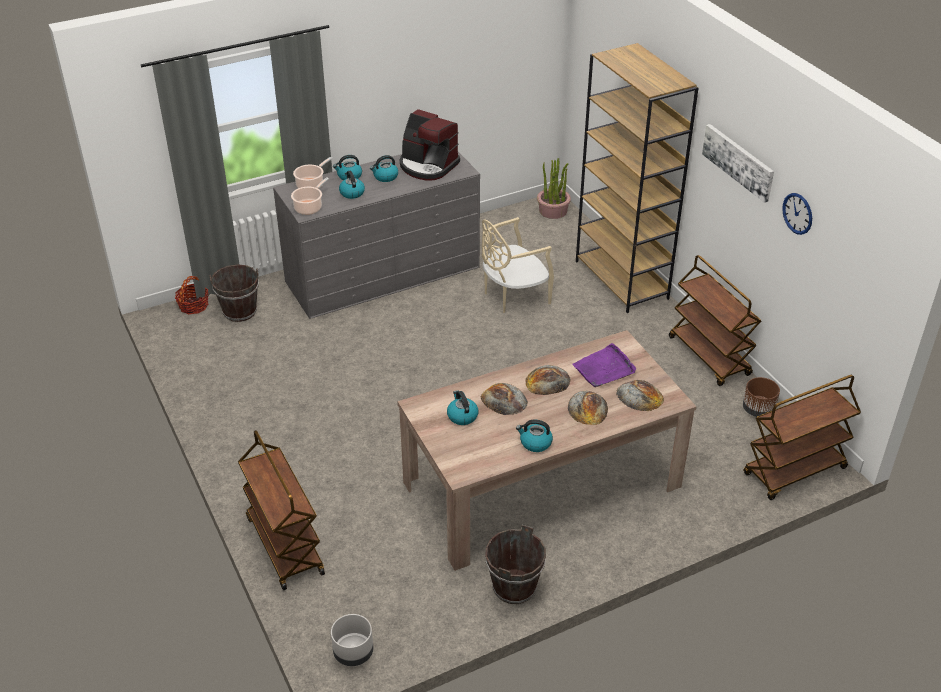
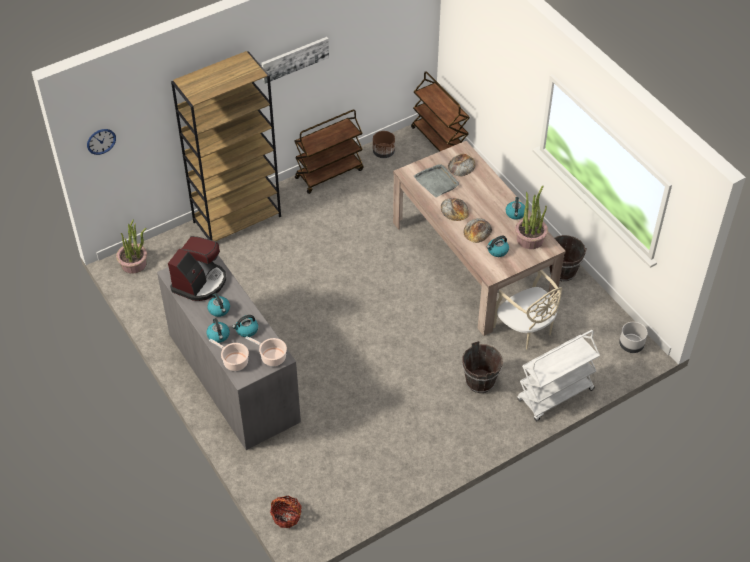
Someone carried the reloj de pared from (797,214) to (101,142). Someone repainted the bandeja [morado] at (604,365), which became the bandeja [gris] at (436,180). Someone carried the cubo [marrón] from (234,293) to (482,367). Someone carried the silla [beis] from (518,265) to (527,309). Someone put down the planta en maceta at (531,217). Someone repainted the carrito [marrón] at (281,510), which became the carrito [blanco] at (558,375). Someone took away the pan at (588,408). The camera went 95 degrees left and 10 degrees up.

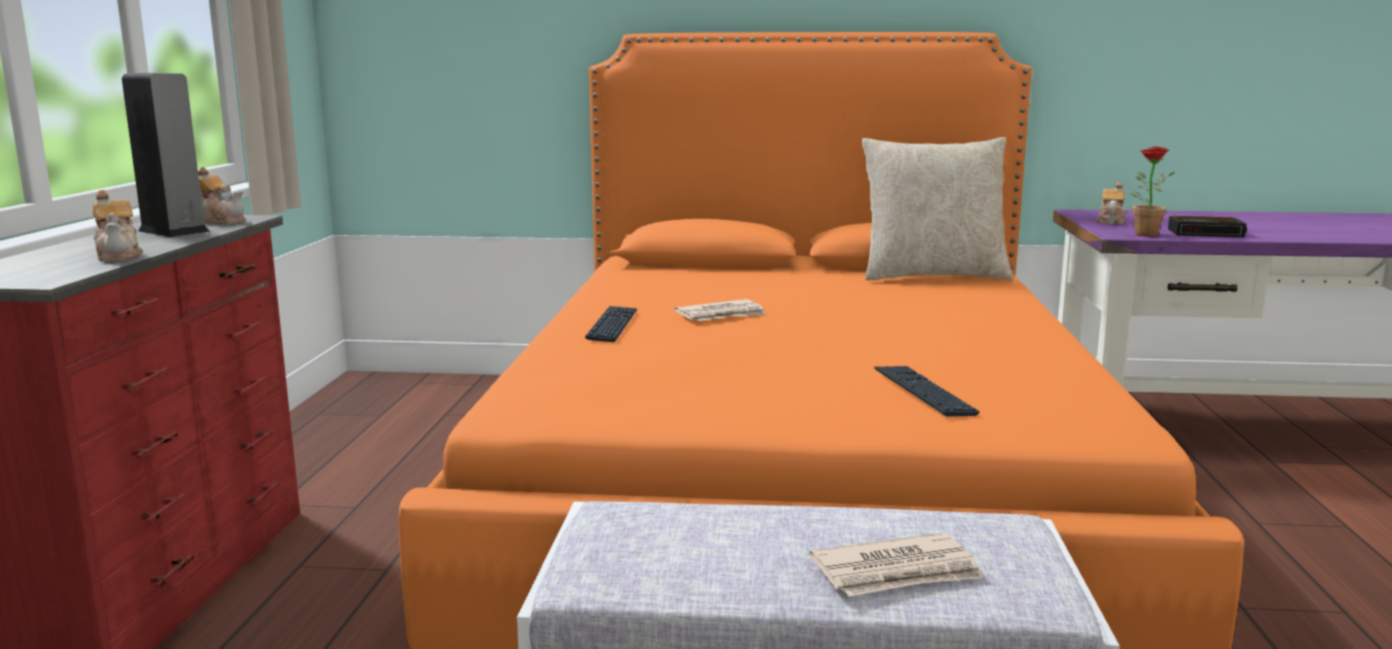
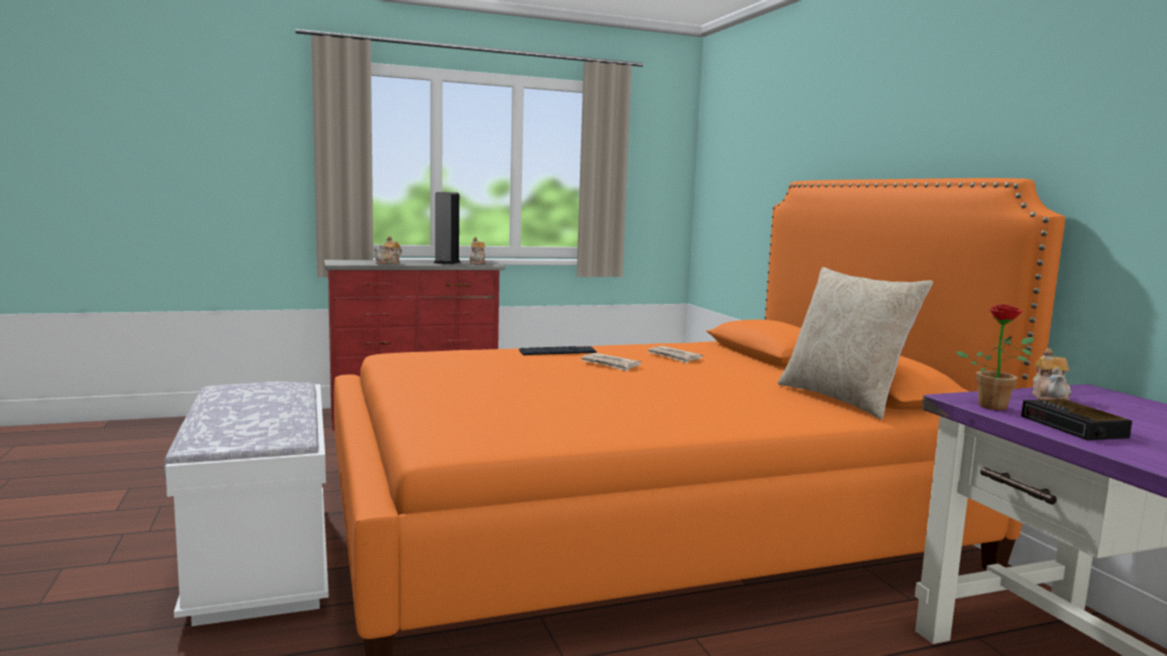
Someone carried the periódico from (897,565) to (675,354). Someone rotated the tetera at (1110,203) by 105 degrees clockwise. Someone took away the teclado at (927,391). The camera went 65 degrees right and 5 degrees down.

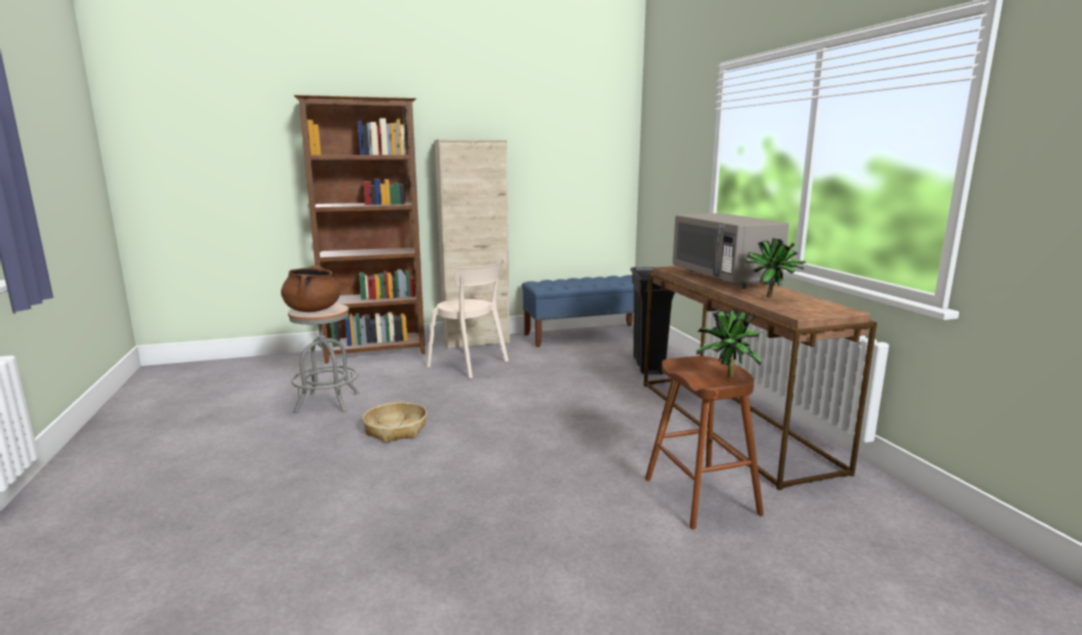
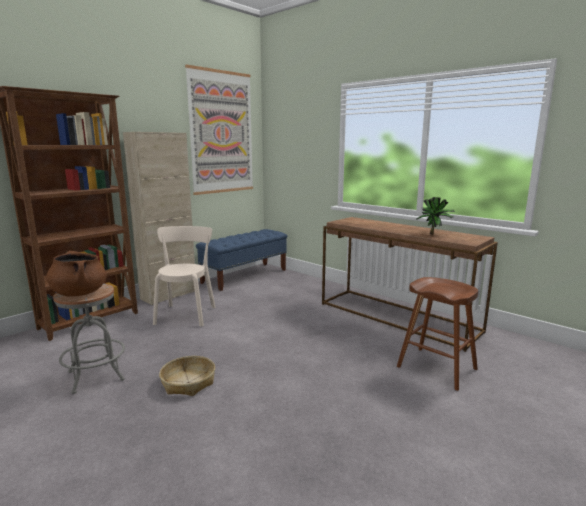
Someone rotated the silla [beis] at (467,318) by 90 degrees counterclockwise. Someone put up the cuadro at (219,129). Someone took away the papelera [negro] at (652,321). Someone took away the microondas [gris] at (731,250). Someone took away the planta en maceta at (729,344). The camera went 30 degrees left and 0 degrees up.

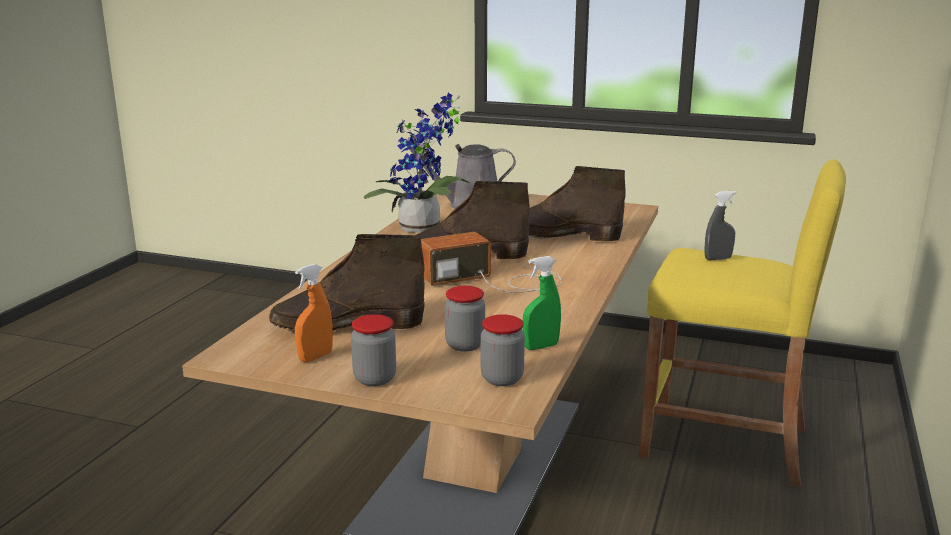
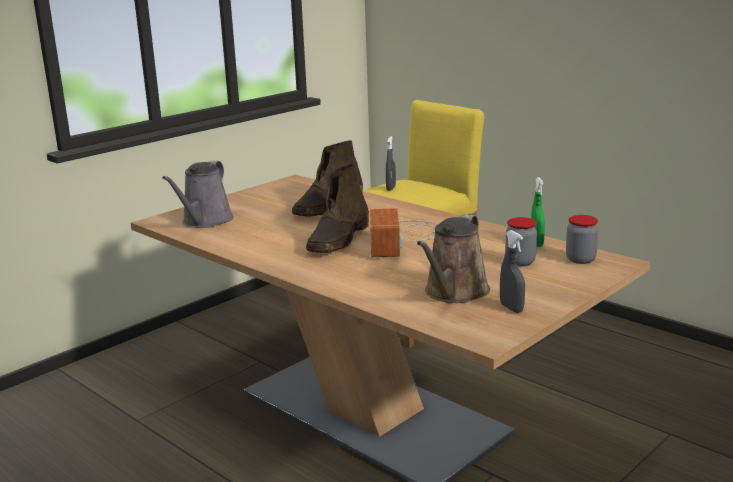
Someone swapped the bota [marrón] at (347,282) for the regadera [marrón] at (453,258). Someone repainted the pulverizador [naranja] at (314,313), which became the pulverizador [gris] at (512,271). Someone took away the tarro at (373,350). Someone took away the planta en maceta at (417,163). The camera went 65 degrees left and 0 degrees up.

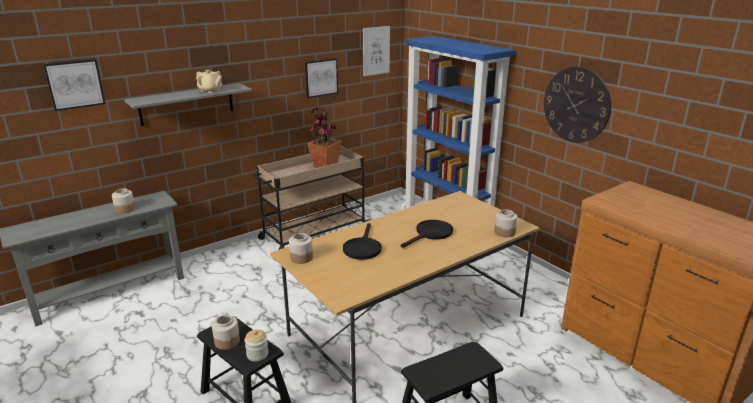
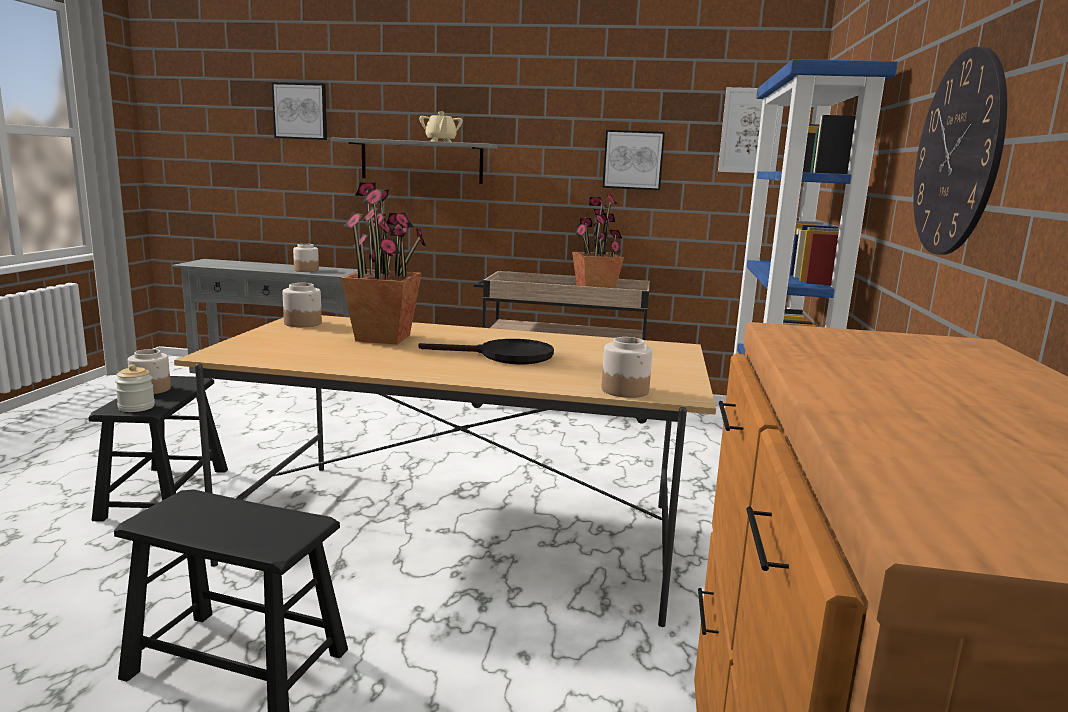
Someone swapped the sartén [negro] at (362,241) for the planta en maceta at (383,263). The camera went 45 degrees right and 10 degrees down.

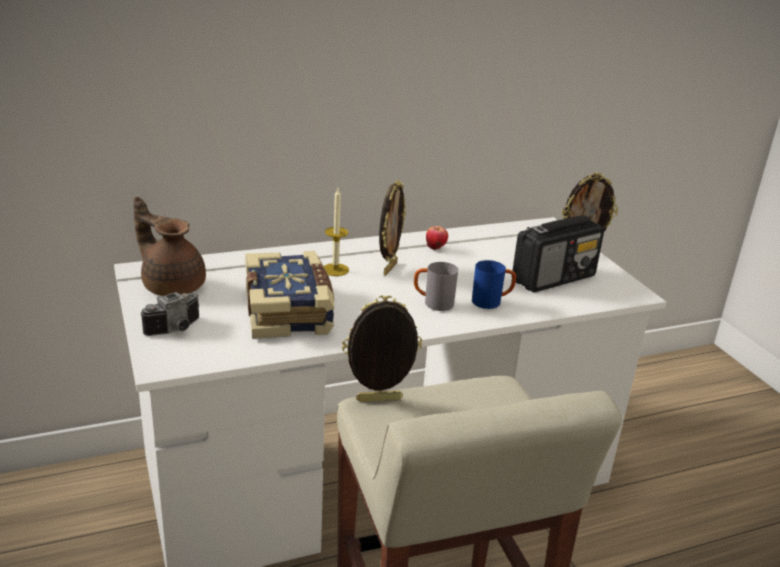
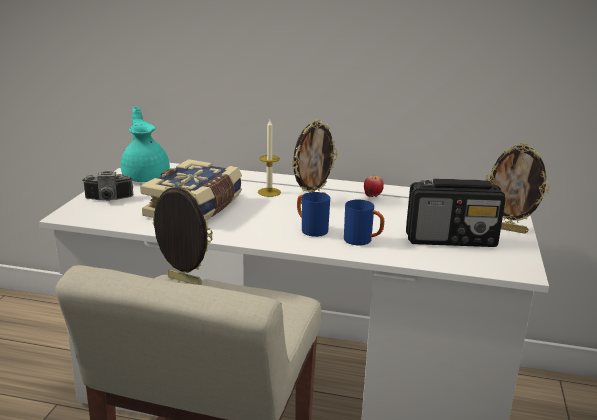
Someone repainted the tetera [marrón] at (169,246), which became the tetera [turquesa] at (145,144). Someone repainted the taza grande [gris] at (436,286), which became the taza grande [azul] at (313,214). The camera went 35 degrees right and 5 degrees down.

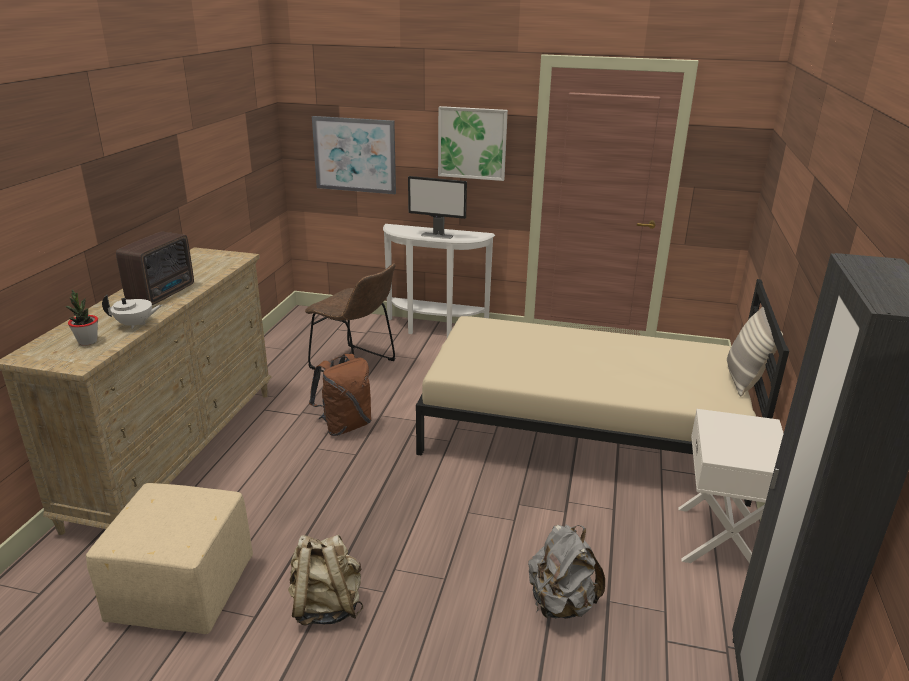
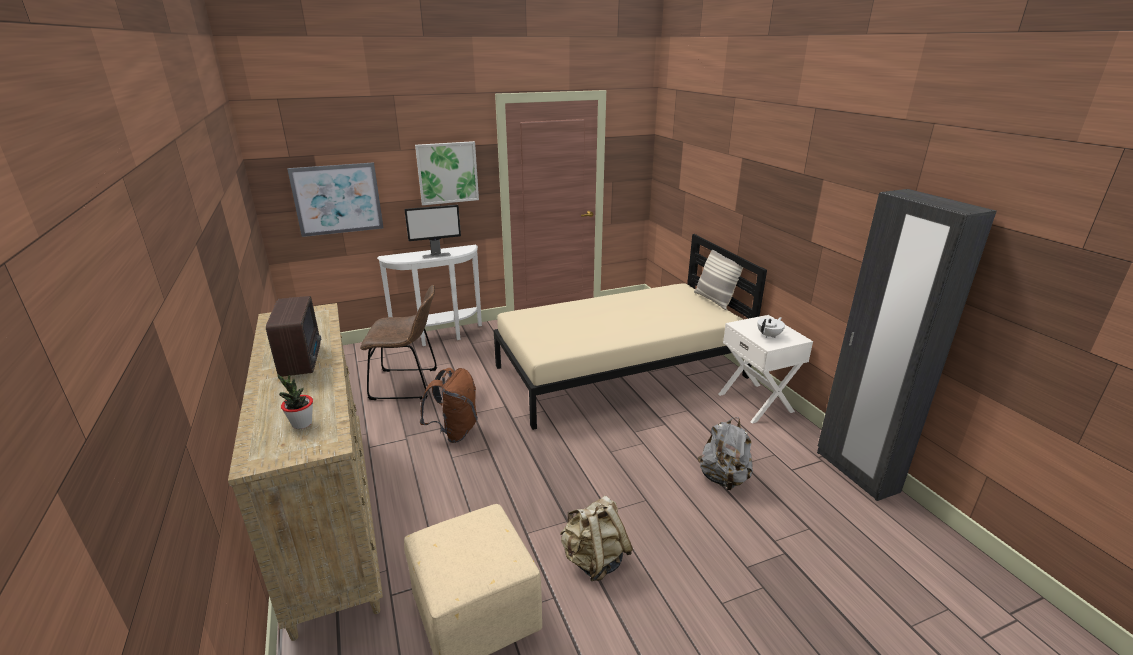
Someone carried the tetera [blanco] from (132,312) to (771,327). The camera went 35 degrees left and 0 degrees up.

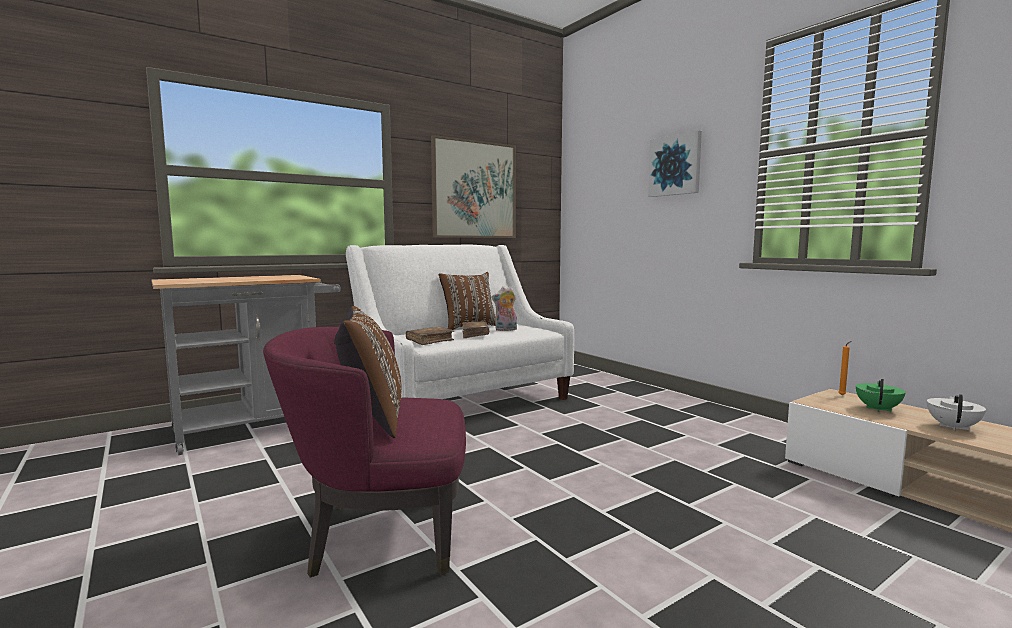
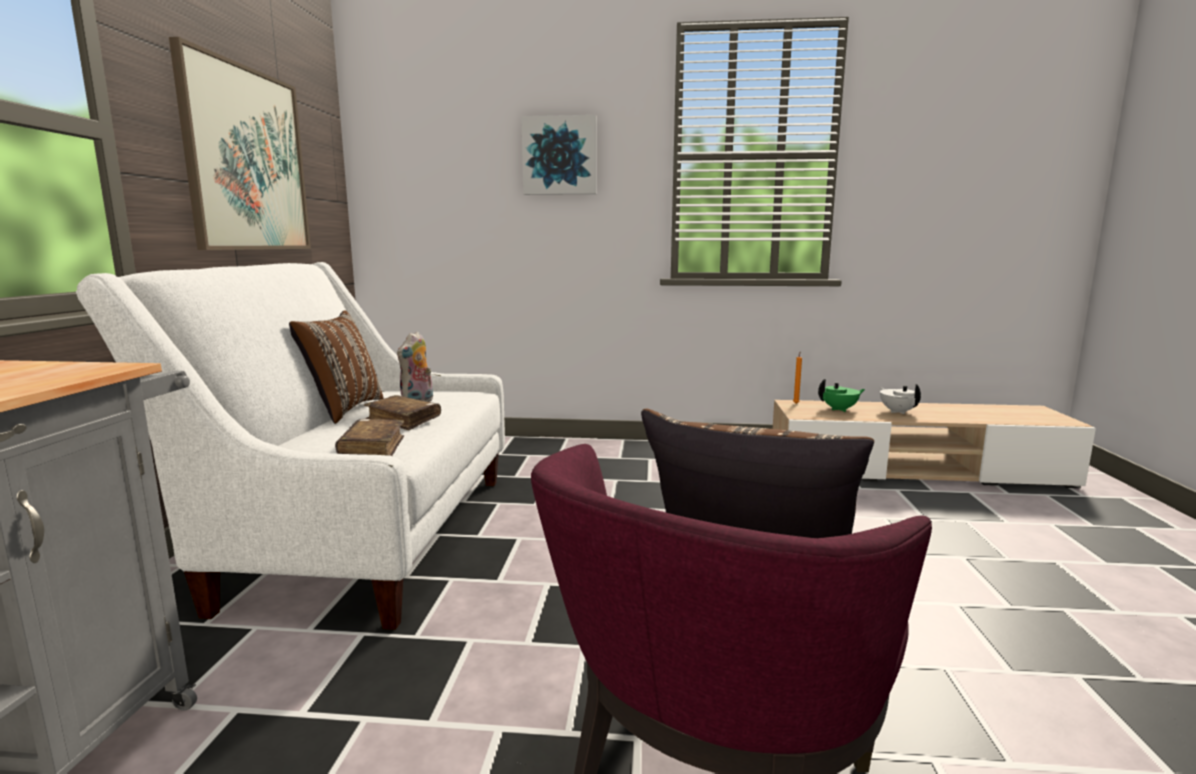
Someone rotated the tetera [verde] at (881,395) by 90 degrees clockwise. The camera went 50 degrees left and 5 degrees up.

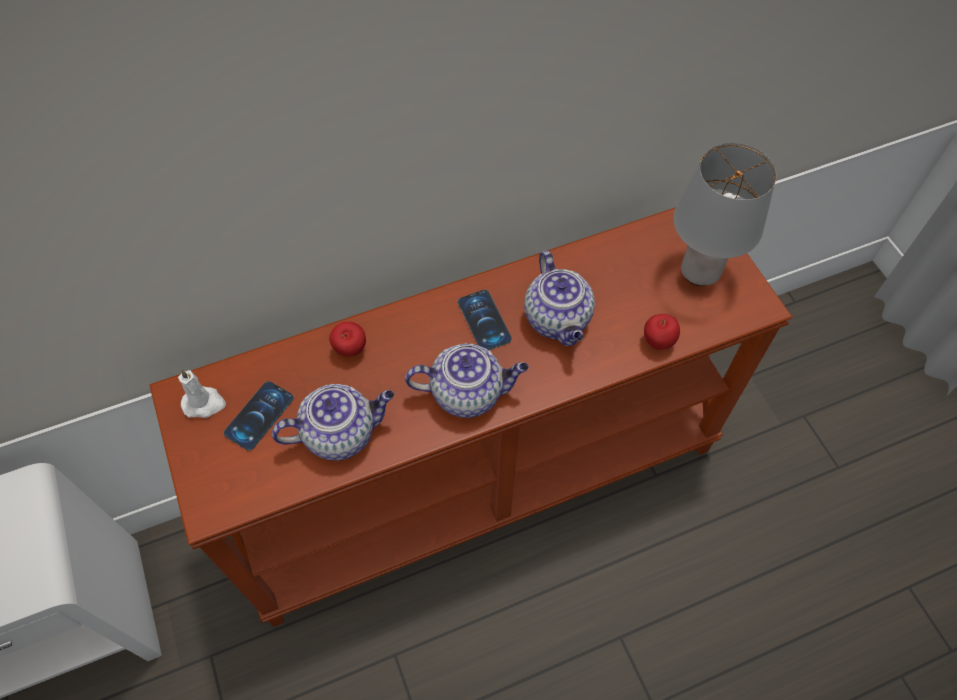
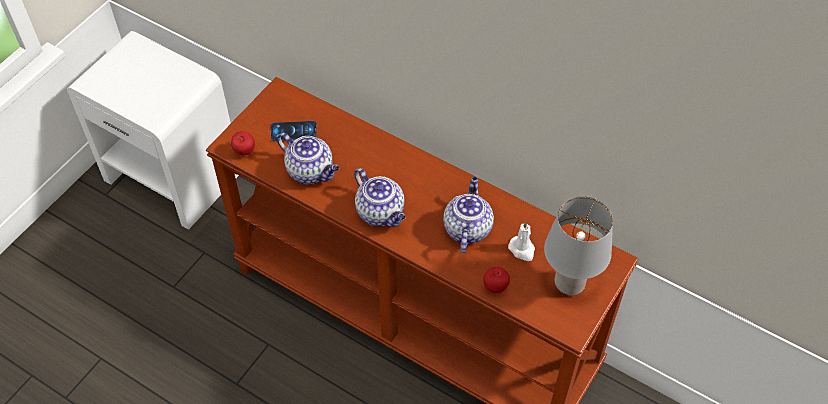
Someone carried the manzana from (347,339) to (243,143). Someone rotated the tetera at (559,298) by 150 degrees clockwise. Someone carried the vela [blanco] from (202,393) to (521,241). Someone took away the móvil at (485,320). The camera went 55 degrees right and 5 degrees down.

